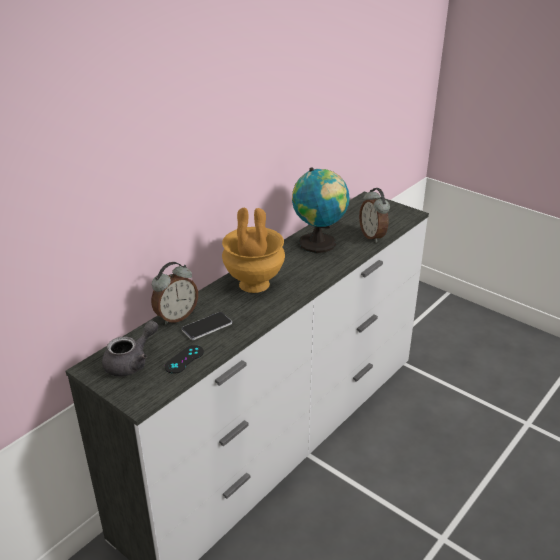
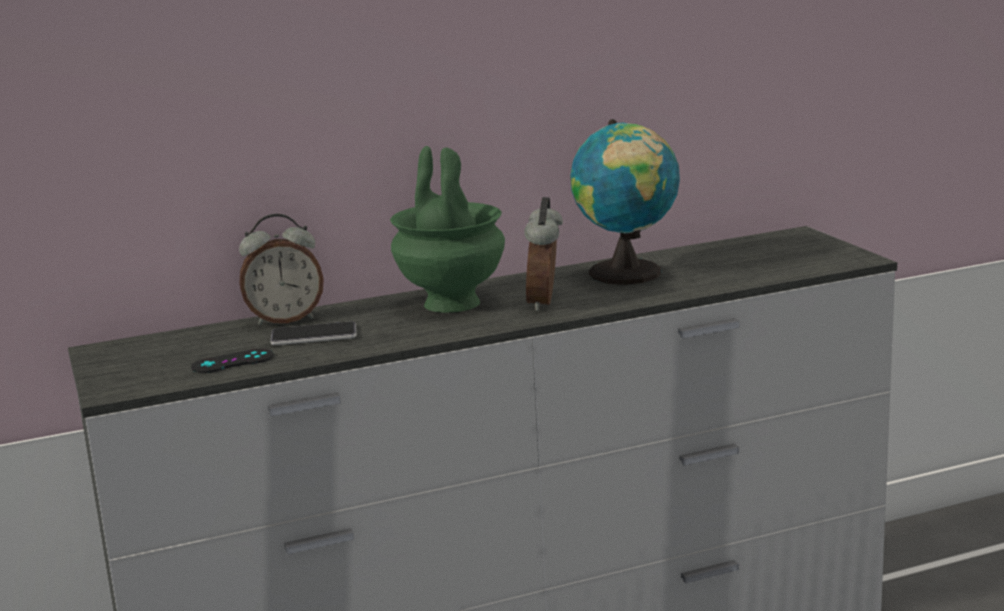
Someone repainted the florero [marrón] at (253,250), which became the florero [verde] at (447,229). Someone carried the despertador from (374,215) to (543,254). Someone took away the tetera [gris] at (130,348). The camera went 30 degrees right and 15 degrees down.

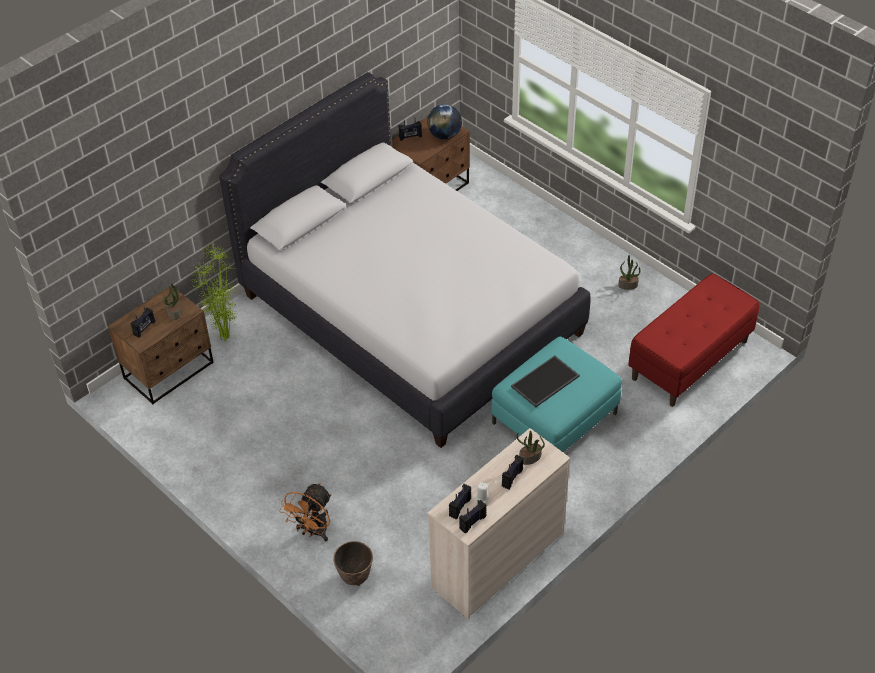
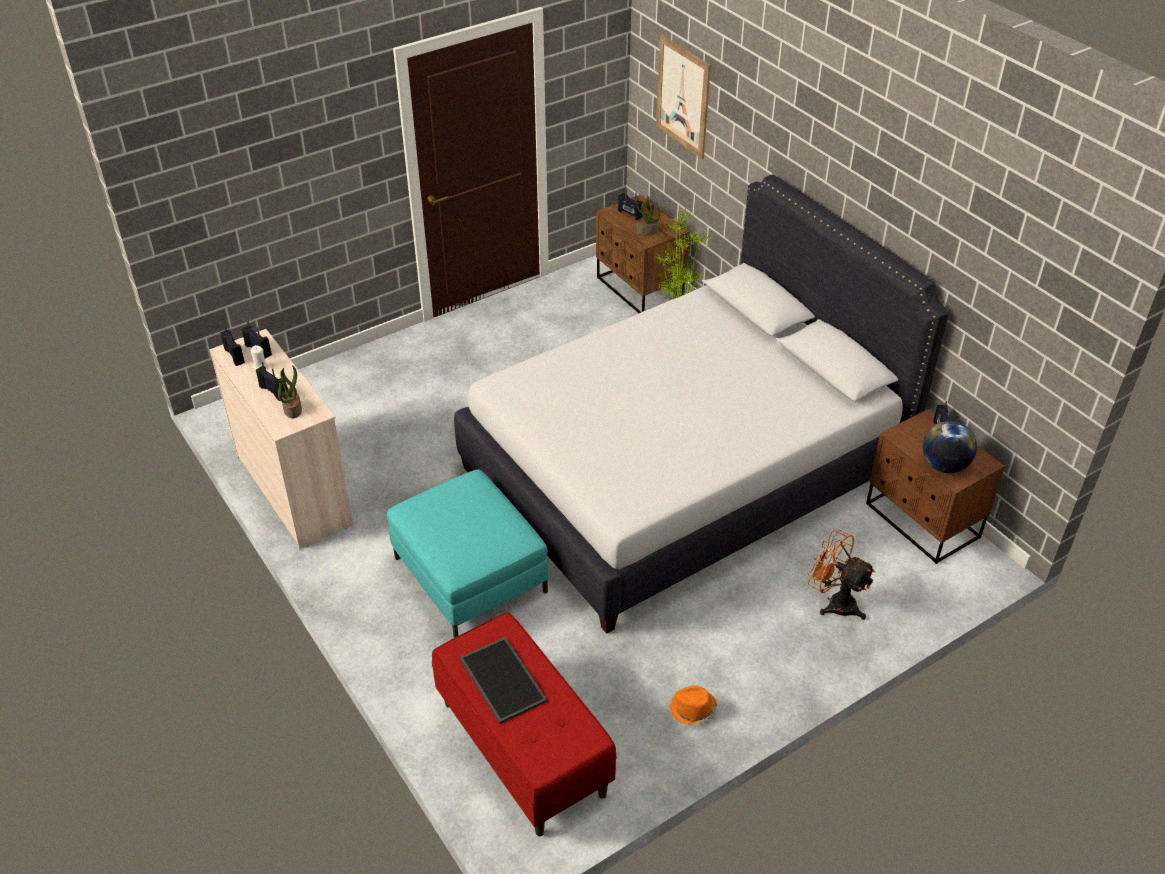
Someone carried the bandeja from (545,381) to (503,680). Someone put up the cuadro at (683,97). Someone swapped the planta en maceta at (629,272) for the sombrero [naranja] at (693,705). Someone carried the ventilador [naranja] from (305,512) to (841,575). Someone took away the maceta at (353,563). The camera went 100 degrees right and 5 degrees down.

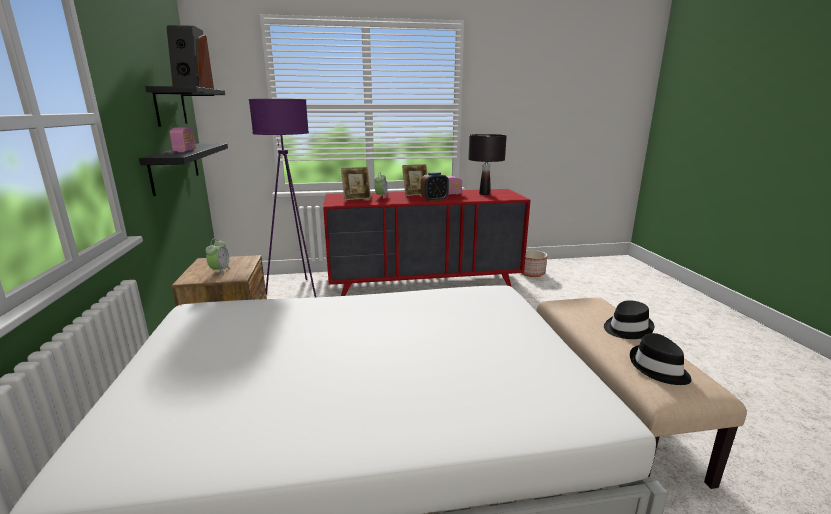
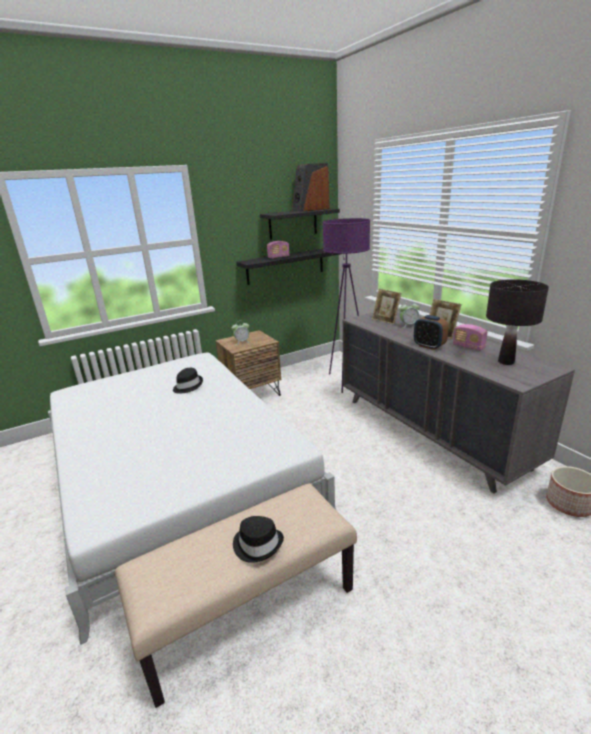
Someone carried the sombrero [negro] from (661,359) to (188,381). Someone repainted the cómoda [rojo] at (426,242), which became the cómoda [gris] at (459,402). The camera went 70 degrees right and 5 degrees up.

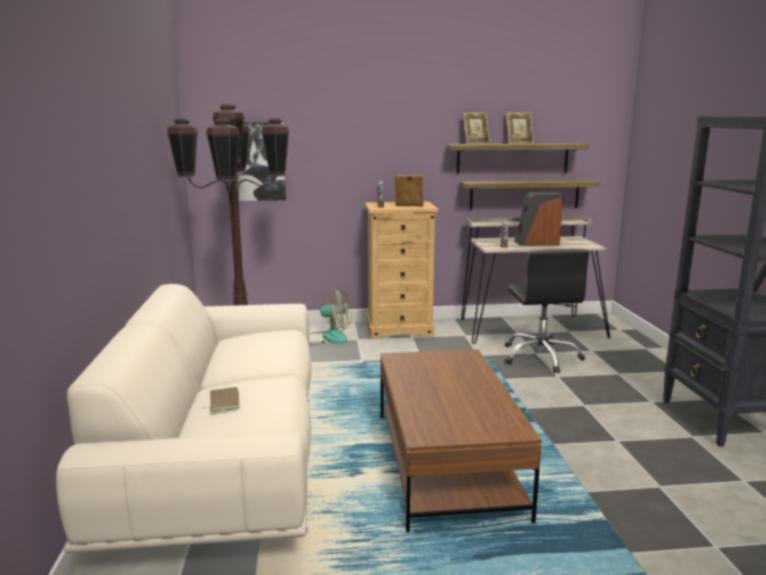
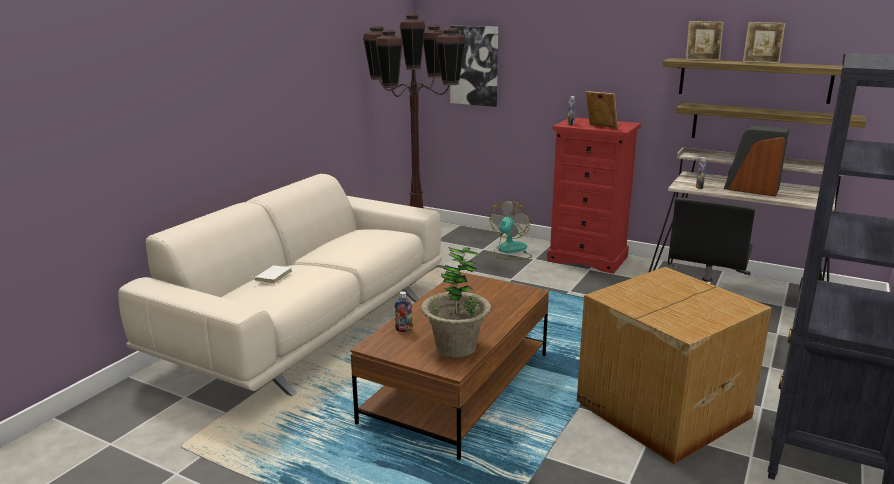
Someone repainted the libro [marrón] at (220,399), which became the libro [blanco] at (270,274). Someone put down the botella at (403,311). Someone put down the planta en maceta at (456,302). Someone rotated the ventilador at (330,317) by 120 degrees counterclockwise. Someone repainted the cómoda [beis] at (401,270), which became the cómoda [rojo] at (594,195). Someone put down the caja de cartón at (674,365). The camera went 35 degrees right and 5 degrees up.

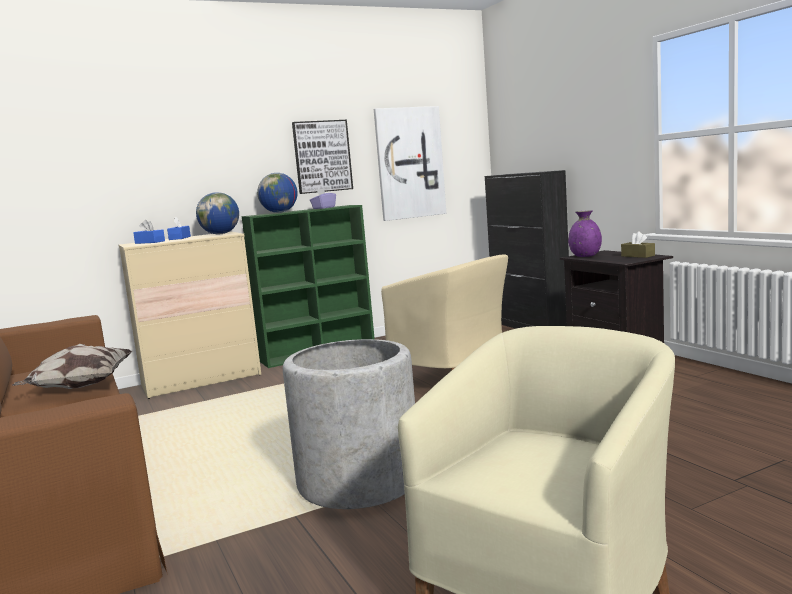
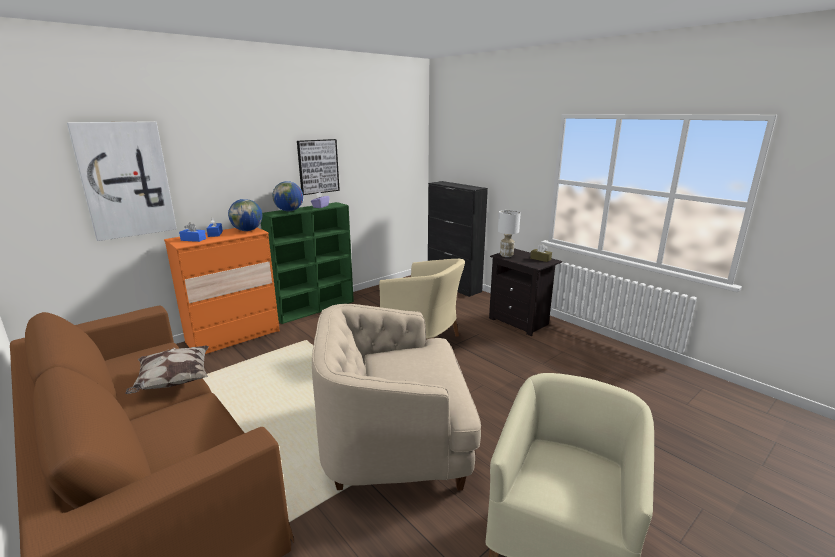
Someone carried the cuadro from (410,163) to (122,181). Someone repainted the cómoda [beis] at (189,315), which became the cómoda [naranja] at (222,290). Someone swapped the maceta [gris] at (349,424) for the sillón [beis] at (396,397). Someone swapped the florero [morado] at (585,233) for the lámpara de mesa [blanco] at (509,233). The camera went 15 degrees left and 10 degrees up.

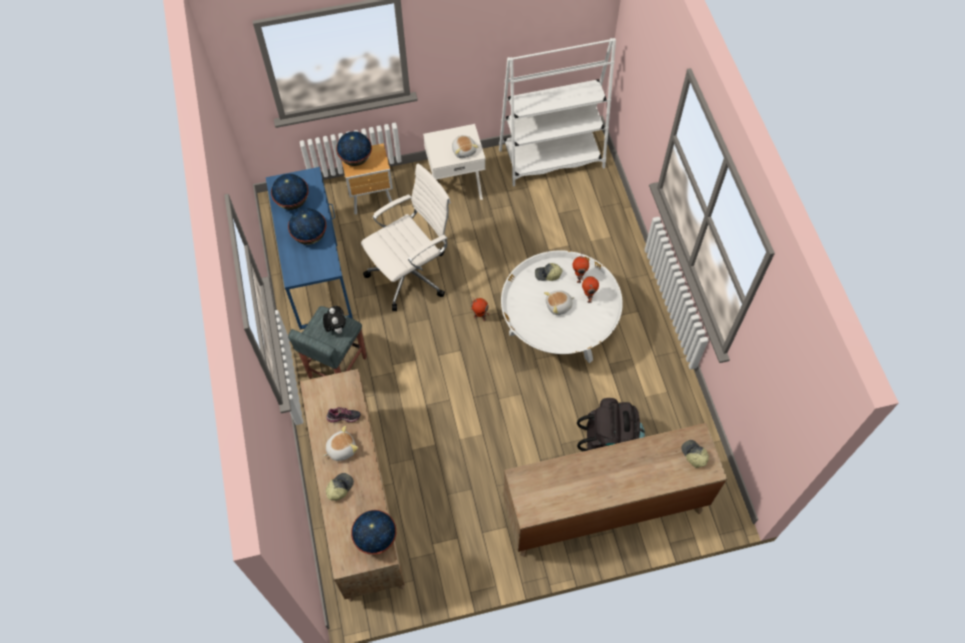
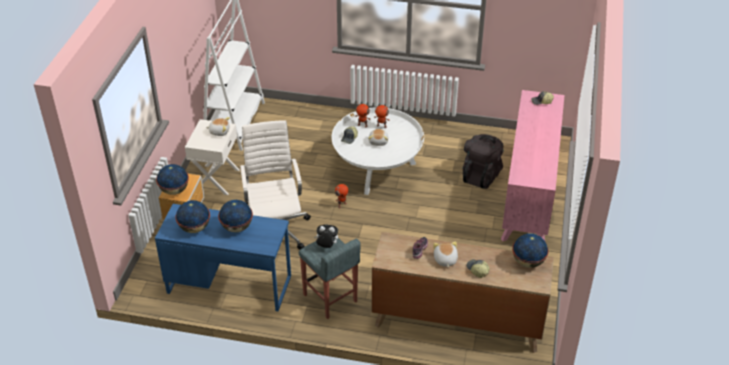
Someone repainted the cómoda [marrón] at (615,490), which became the cómoda [rosa] at (533,165). The camera went 65 degrees left and 20 degrees down.

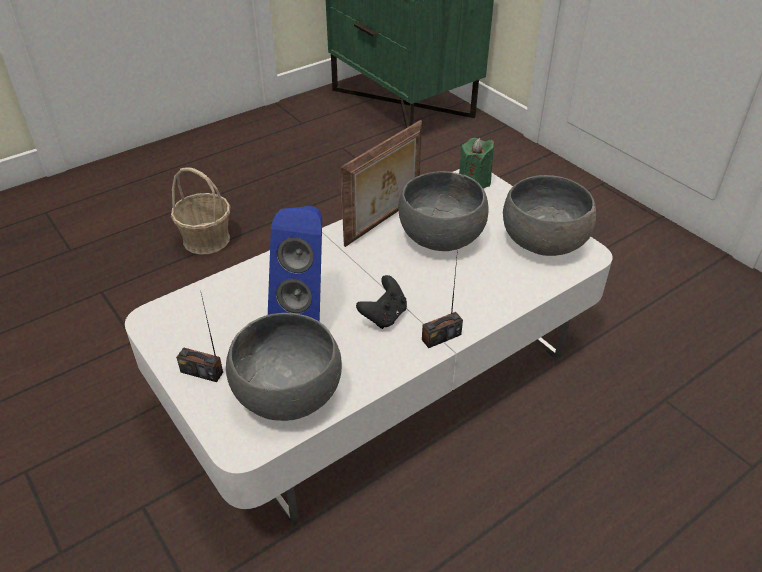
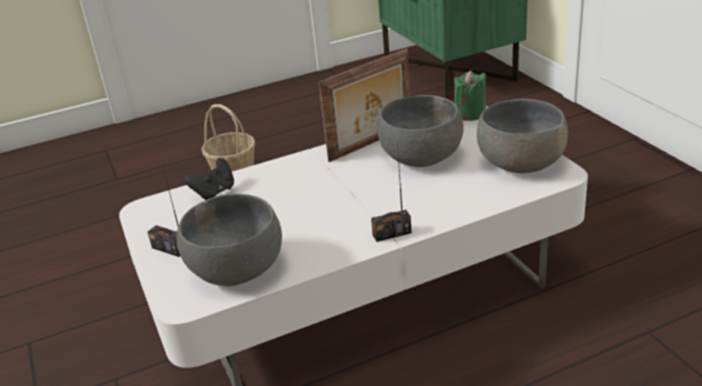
Someone carried the mando de consola [negro] from (381,302) to (208,179). Someone took away the altavoz [azul] at (295,264). The camera went 15 degrees right and 10 degrees down.

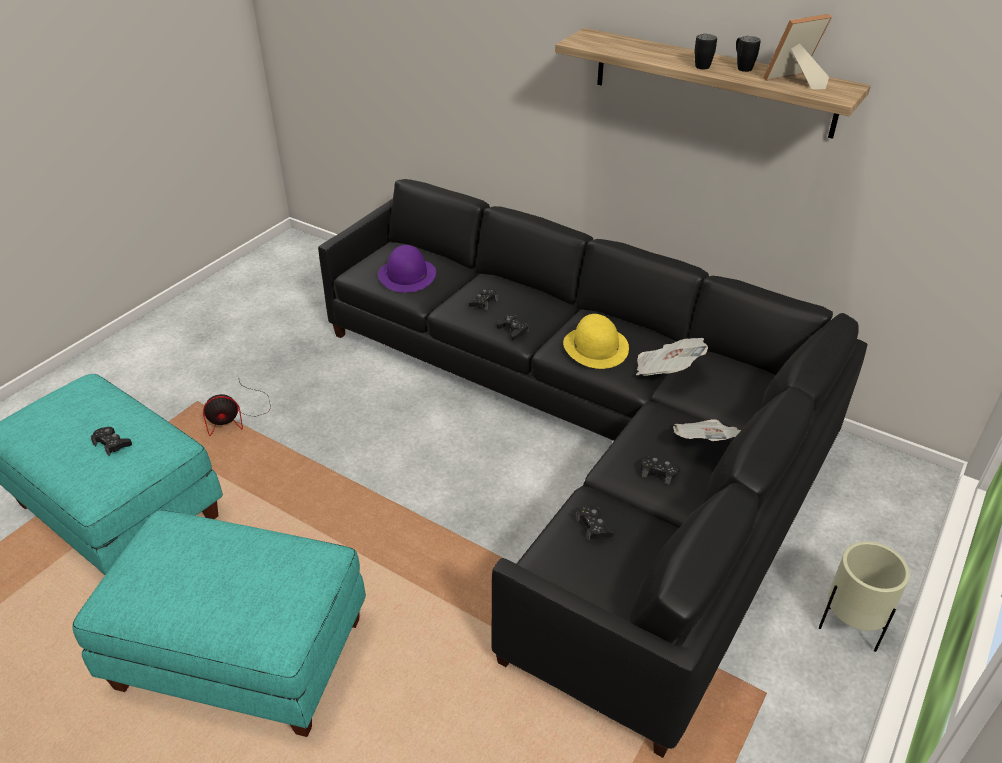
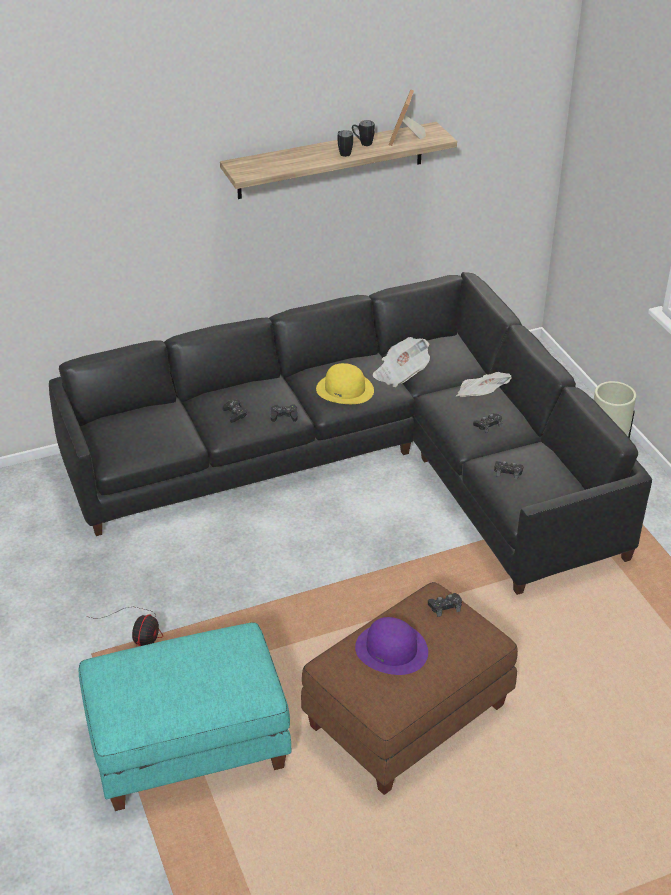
Someone repainted the puf [turquesa] at (219,623), which became the puf [marrón] at (409,688). Someone carried the sombrero [morado] from (407,269) to (391,646). Someone carried the mando de consola [negro] from (111,441) to (445,605). The camera went 55 degrees left and 0 degrees up.

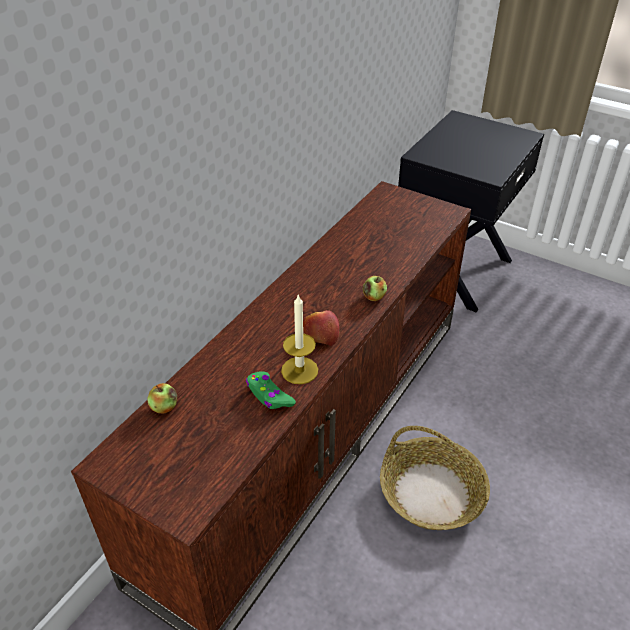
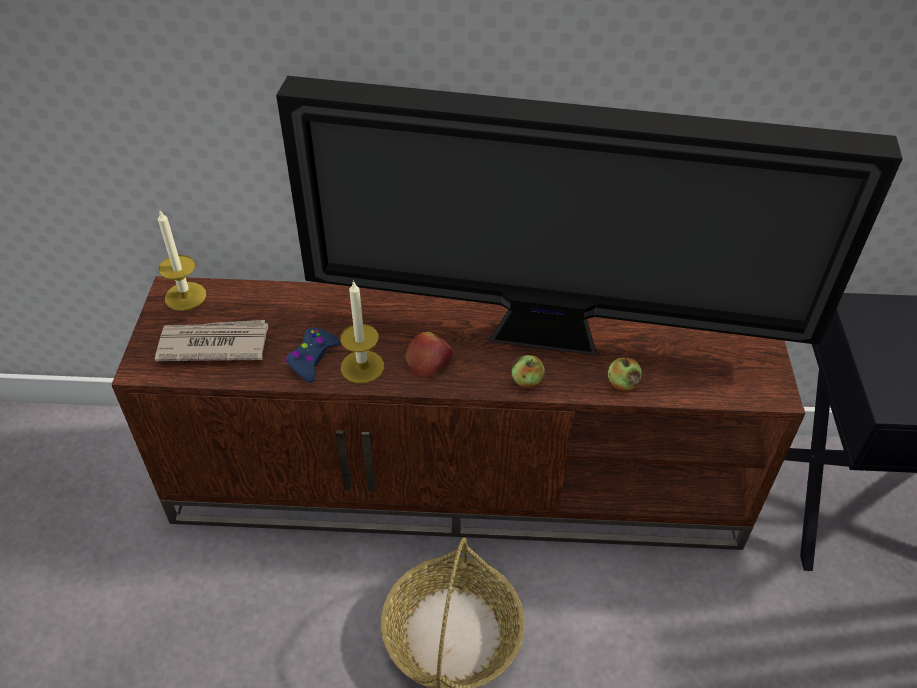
Someone put down the periódico at (211,340). Someone put down the vela at (182,261). Someone put down the televisor at (589,215). Someone repainted the mando de consola [verde] at (271,390), which became the mando de consola [azul] at (313,355). Someone carried the manzana from (162,398) to (625,374). The camera went 60 degrees right and 5 degrees up.

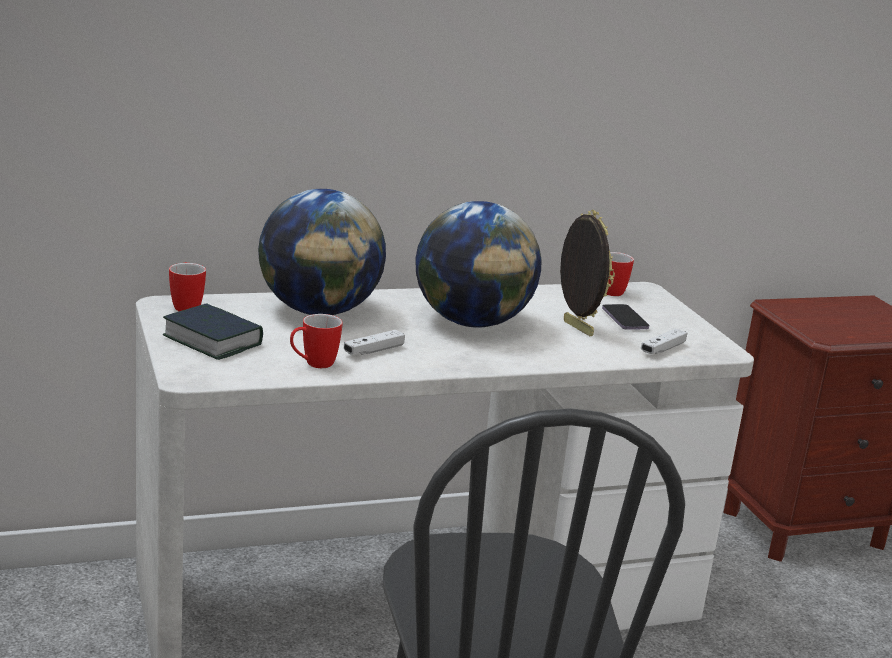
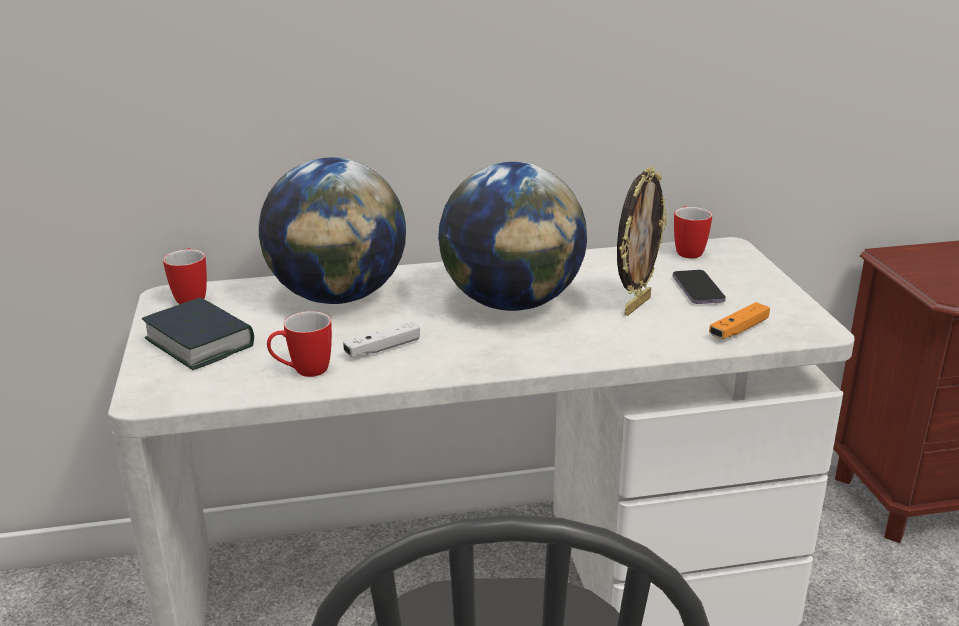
Someone rotated the portarretratos at (587,273) by 60 degrees clockwise. Someone repainted the mando de consola [blanco] at (664,341), which became the mando de consola [naranja] at (739,320). The camera went 10 degrees right and 5 degrees up.

